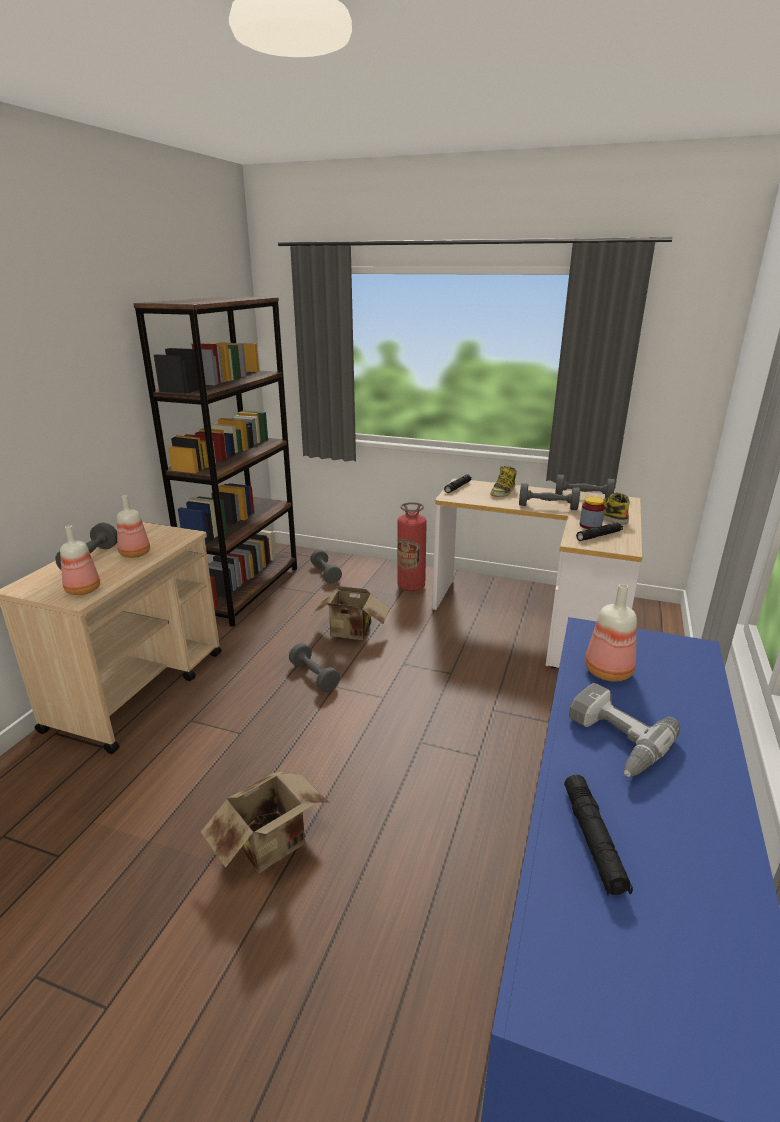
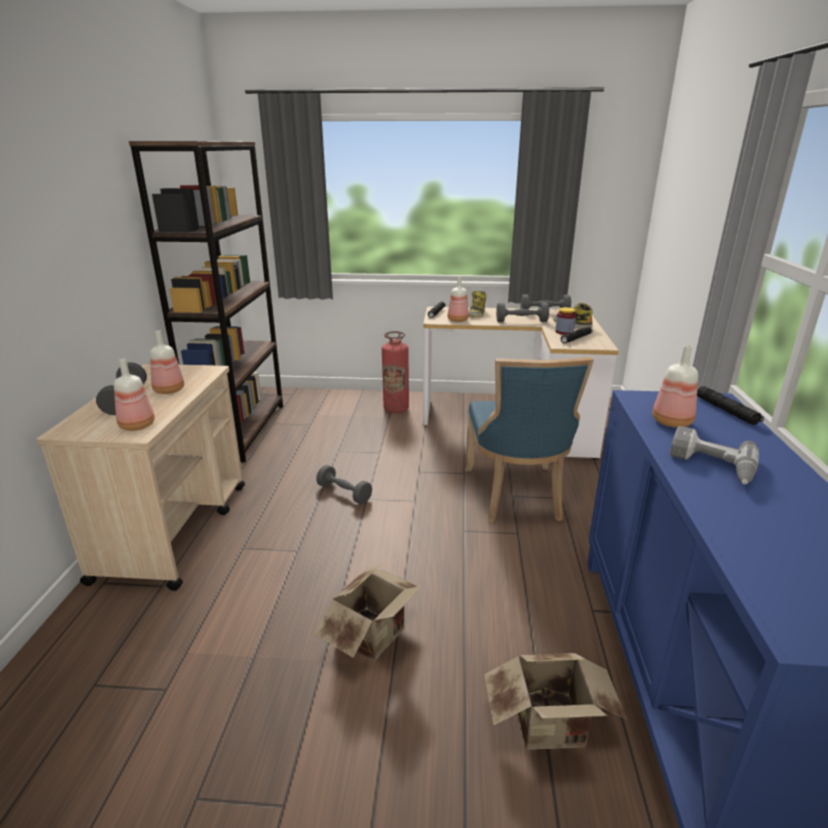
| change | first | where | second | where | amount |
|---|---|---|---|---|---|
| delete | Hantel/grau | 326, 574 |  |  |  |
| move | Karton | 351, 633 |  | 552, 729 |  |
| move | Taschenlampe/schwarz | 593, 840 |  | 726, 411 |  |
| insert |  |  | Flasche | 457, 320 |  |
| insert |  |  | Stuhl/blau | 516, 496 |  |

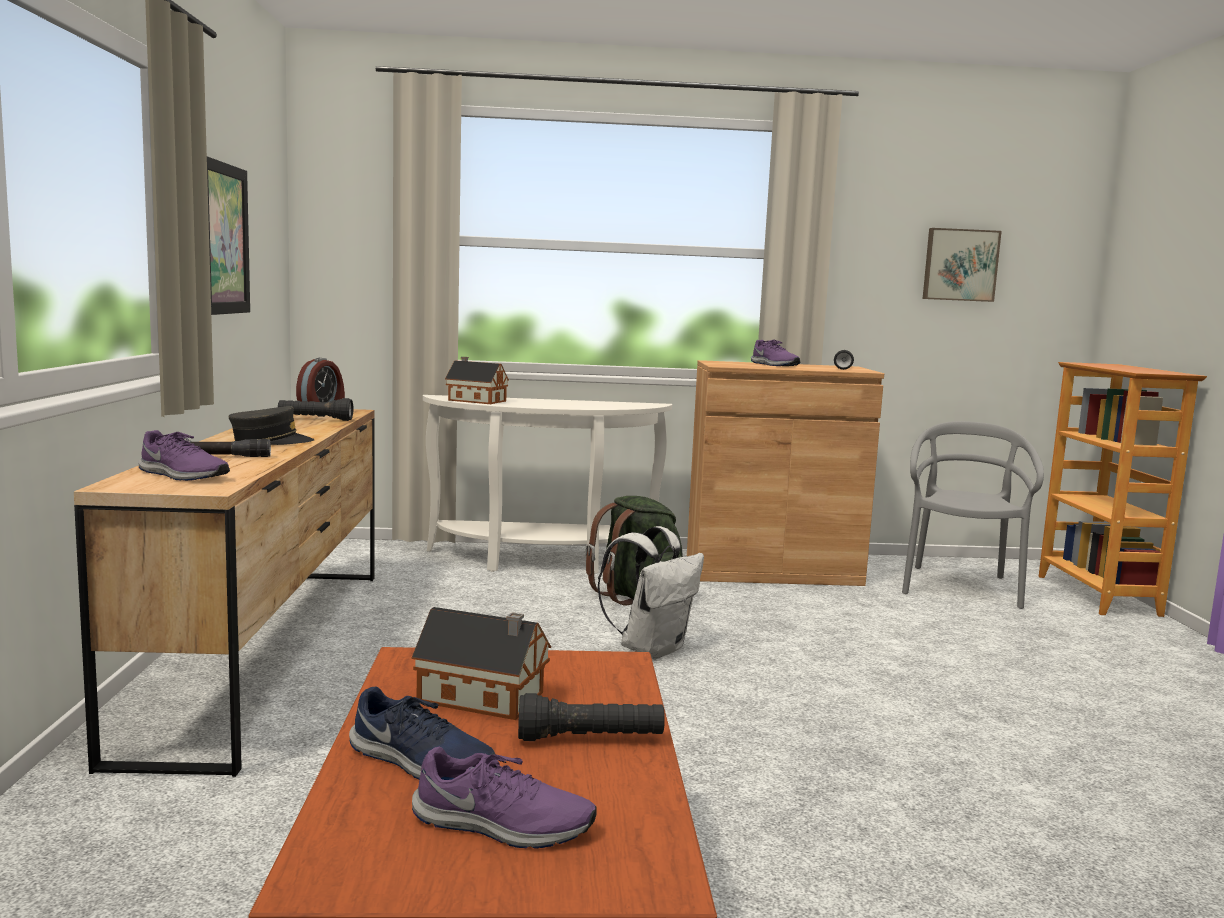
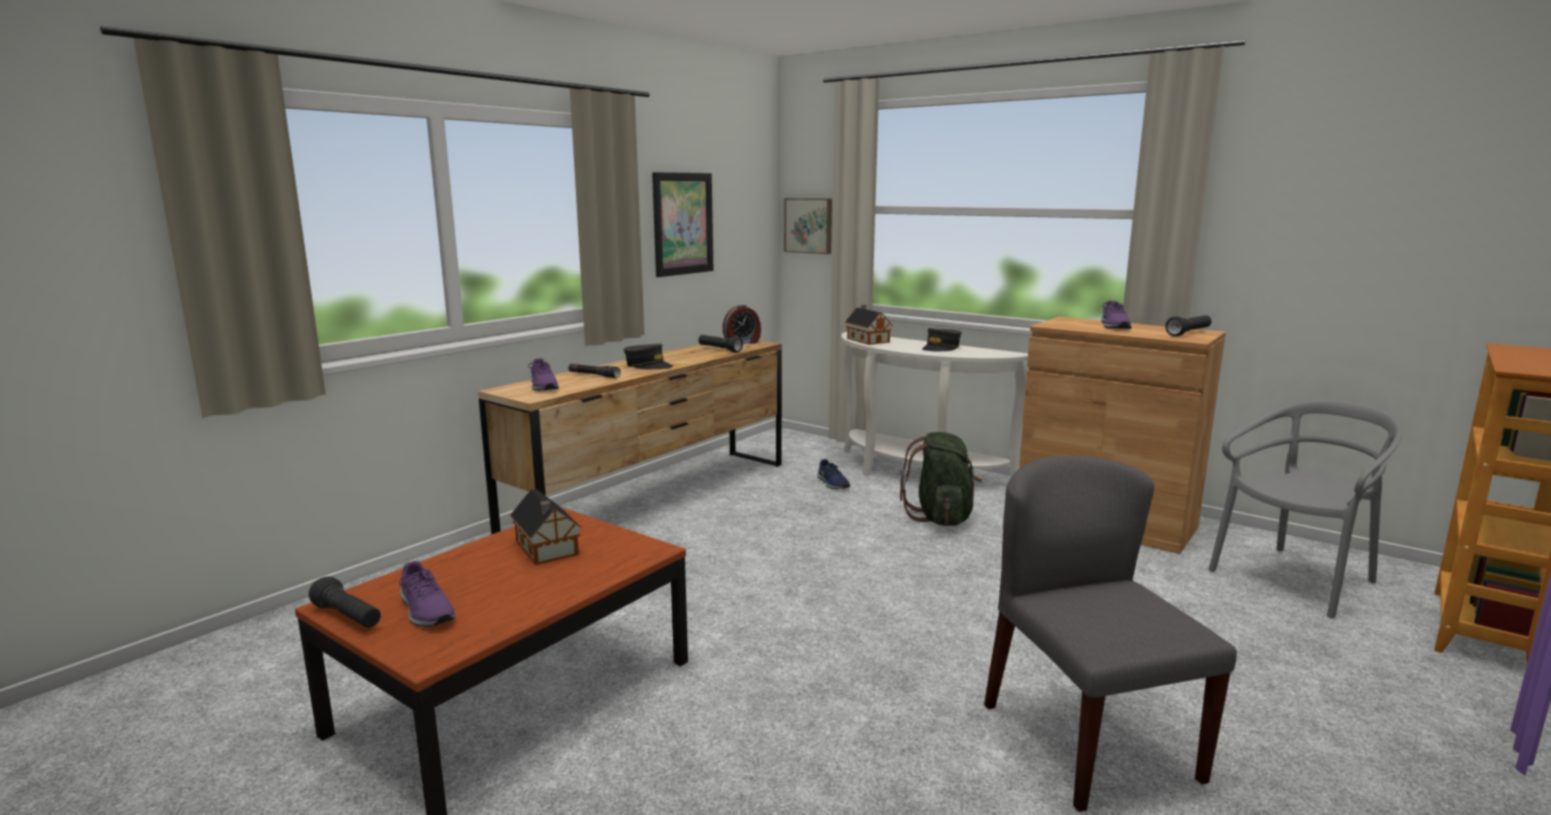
| change | first | where | second | where | amount |
|---|---|---|---|---|---|
| move | Bild | 960, 265 |  | 809, 225 |  |
| delete | Rucksack/weiß | 651, 649 |  |  |  |
| move | Schuh/blau | 419, 762 |  | 832, 483 |  |
| move | Taschenlampe/schwarz | 590, 739 |  | 348, 617 |  |
| insert |  |  | Kappe/grau | 941, 348 |  |
| insert |  |  | Stuhl/grau | 1087, 740 |  |

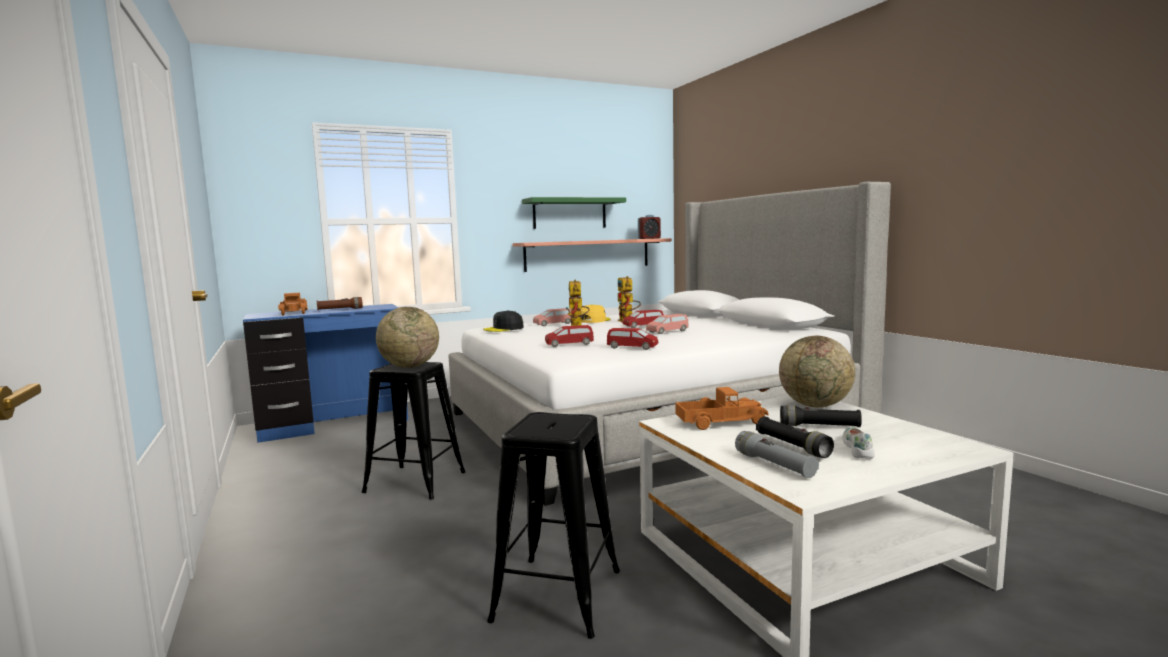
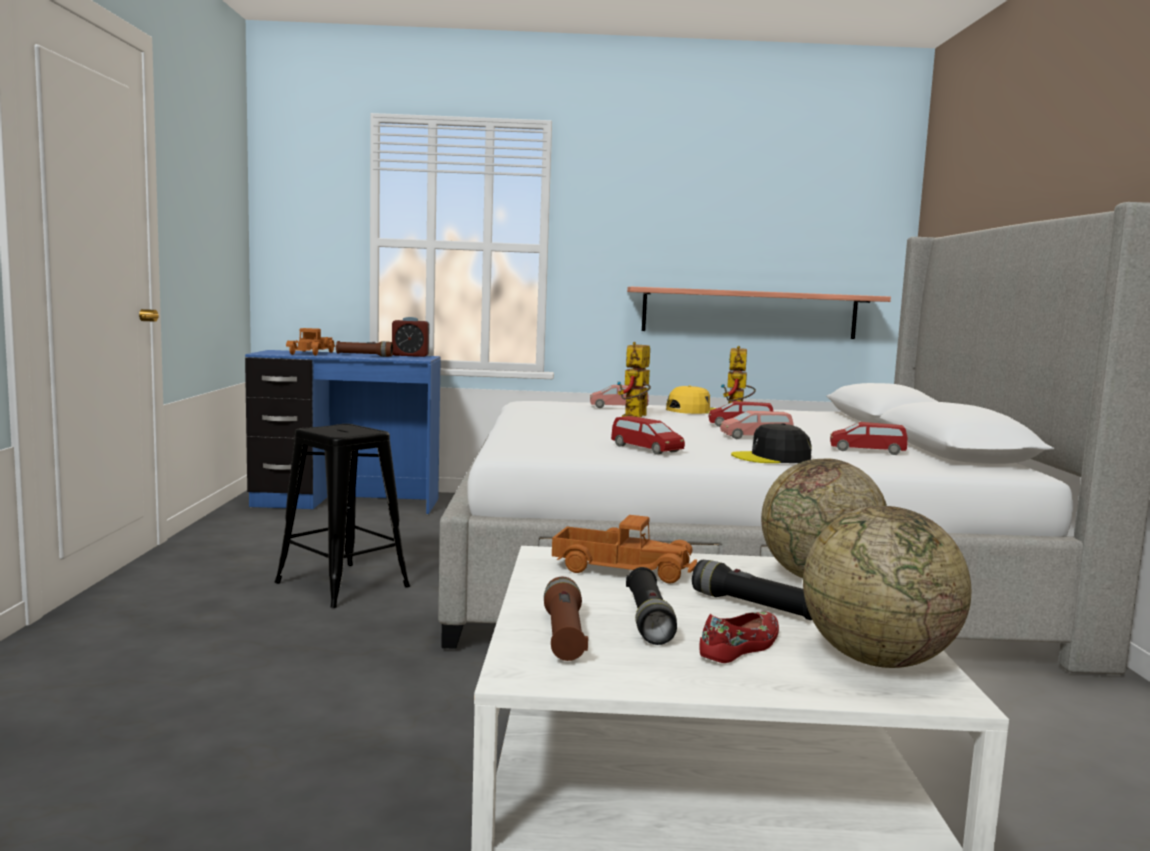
| change | first | where | second | where | amount |
|---|---|---|---|---|---|
| delete | Wandregal/grün | 569, 213 |  |  |  |
| move | Wecker | 649, 238 |  | 410, 355 |  |
| move | Globus | 409, 366 |  | 877, 660 |  |
| move | Kappe/schwarz | 504, 328 |  | 772, 458 |  |
| move | Spielzeugauto/rot | 569, 344 |  | 867, 451 |  |
| delete | Hocker/schwarz | 557, 595 |  |  |  |
| recolor | Schuh/weiß | 859, 448 | Schuh/rot | 742, 647 |  |
| recolor | Taschenlampe/grau | 774, 465 | Taschenlampe/braun | 564, 635 |  |

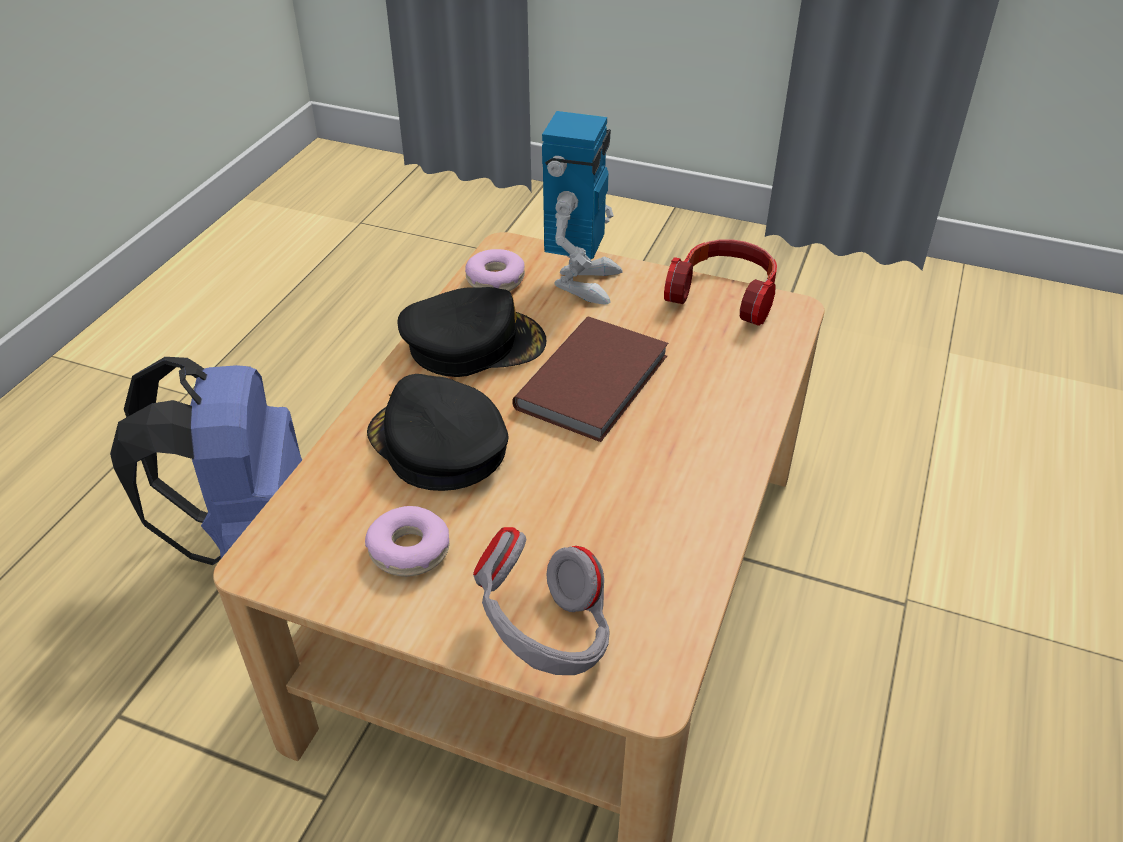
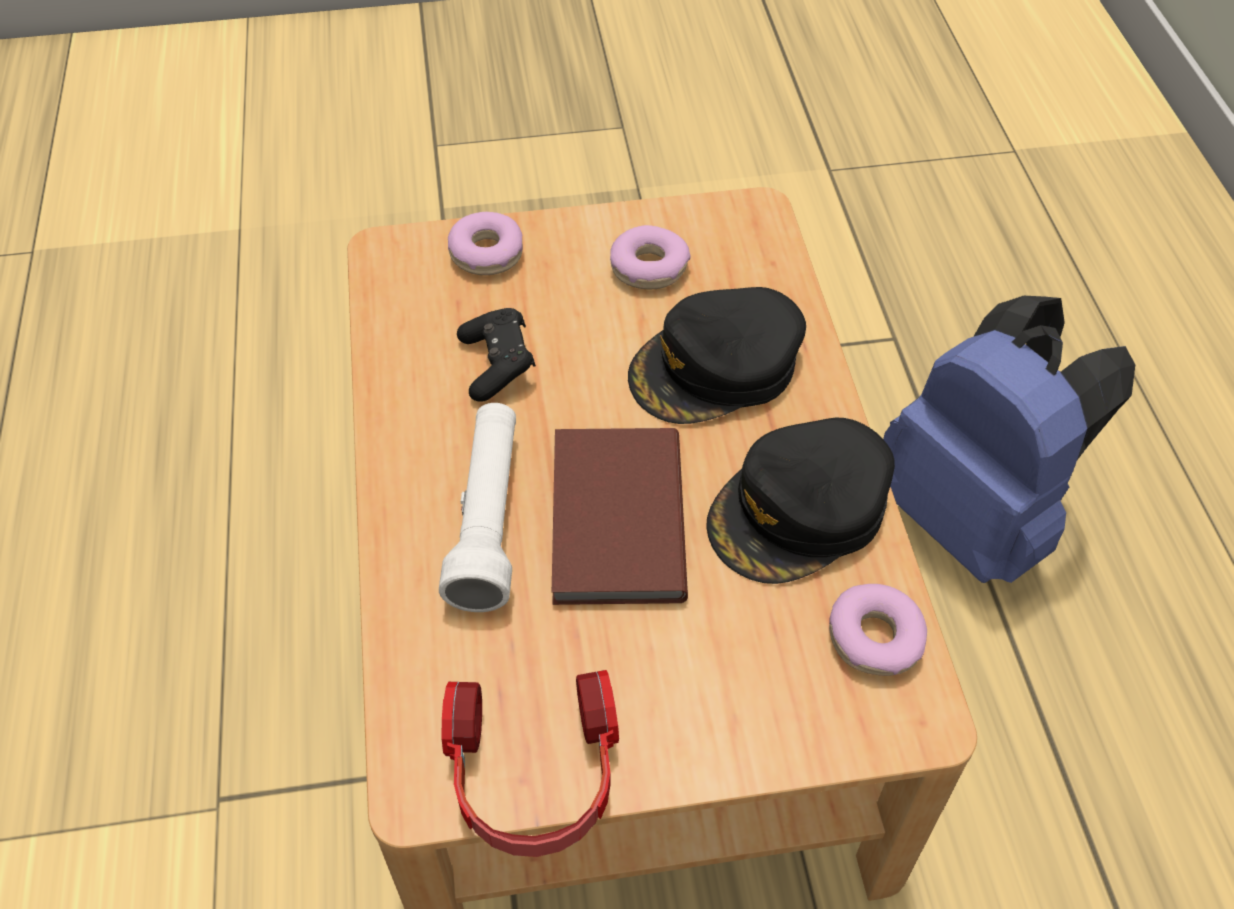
| change | first | where | second | where | amount |
|---|---|---|---|---|---|
| delete | Spielzeugroboter | 582, 281 |  |  |  |
| rotate | Kappe/schwarz | 437, 444 |  | 716, 367 | 135 degrees clockwise |
| replace | Kopfhörer/grau | 545, 637 | Donut | 487, 253 |  |
| insert |  |  | Gamepad/schwarz | 497, 365 |  |
| insert |  |  | Taschenlampe/weiß | 488, 519 |  |

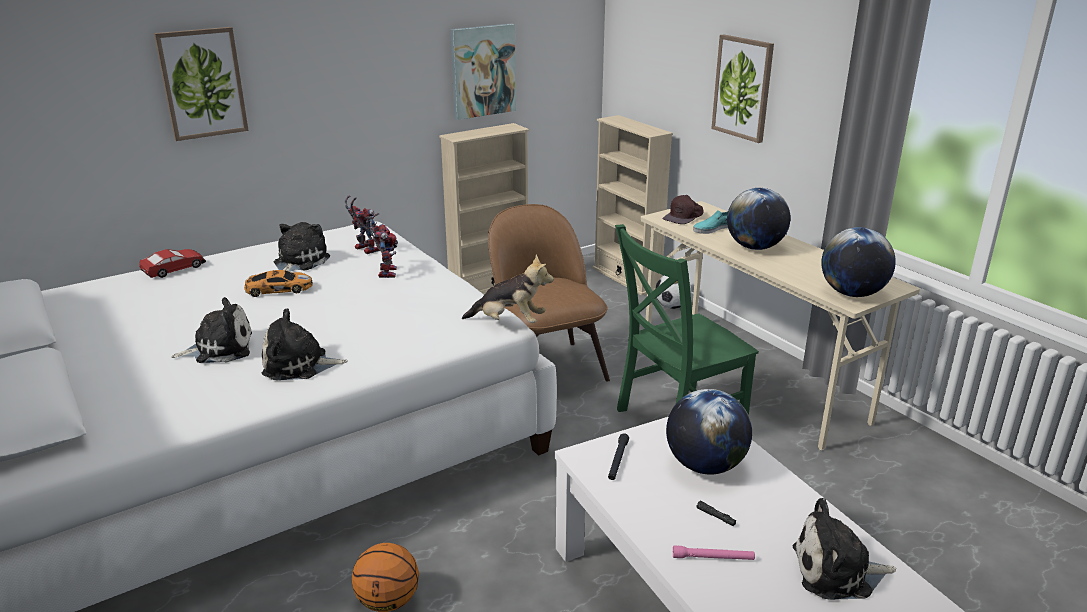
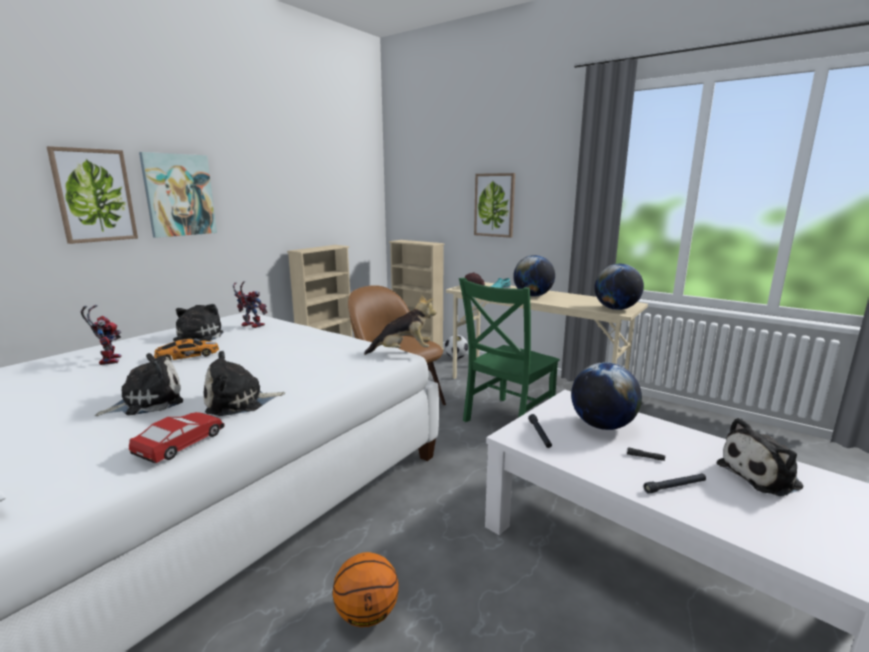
| change | first | where | second | where | amount |
|---|---|---|---|---|---|
| move | Bild | 483, 71 |  | 179, 195 |  |
| move | Spielzeugroboter | 385, 271 |  | 108, 360 |  |
| move | Spielzeugauto | 174, 269 |  | 181, 443 |  |
| recolor | Taschenlampe/rosa | 713, 558 | Taschenlampe/schwarz | 675, 487 |  |

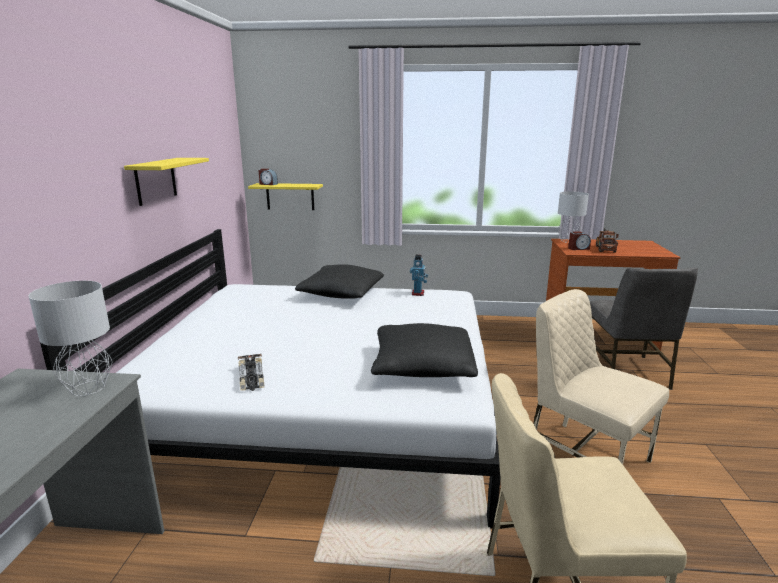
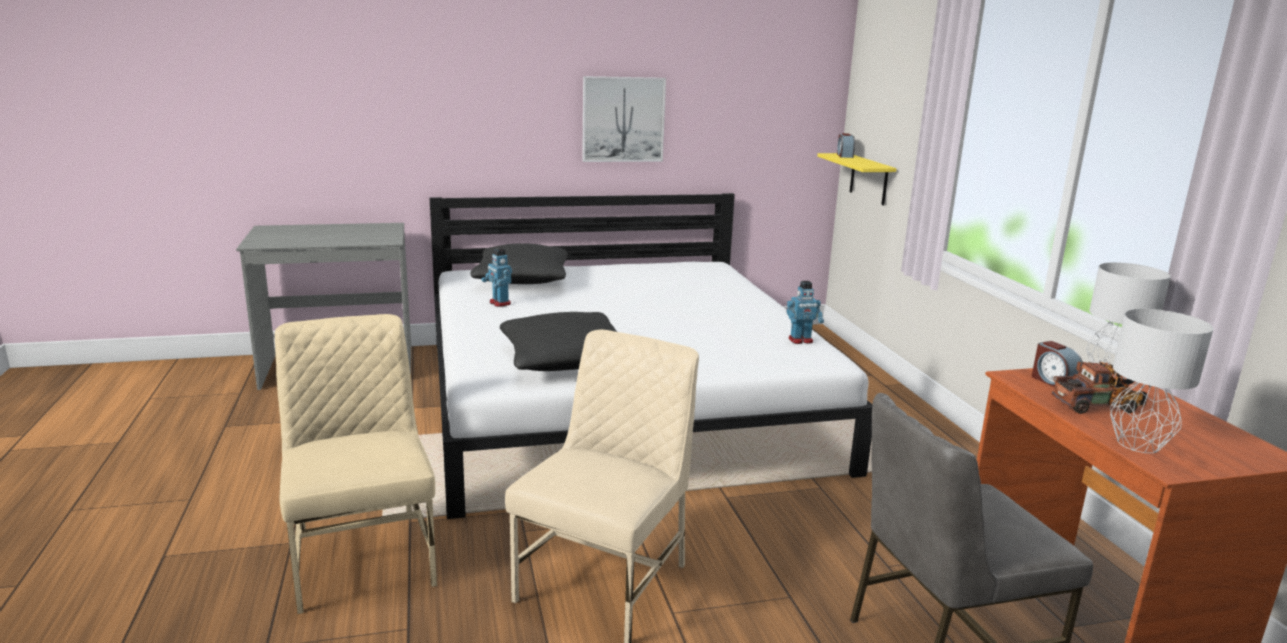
| change | first | where | second | where | amount |
|---|---|---|---|---|---|
| replace | Wandregal/gelb | 156, 181 | Bild | 623, 119 |  |
| move | Kissen/schwarz | 341, 293 |  | 522, 280 |  |
| move | Tischlampe/grau | 88, 387 |  | 1139, 444 |  |
| replace | Spielzeugauto | 251, 378 | Spielzeugroboter | 499, 303 |  |

